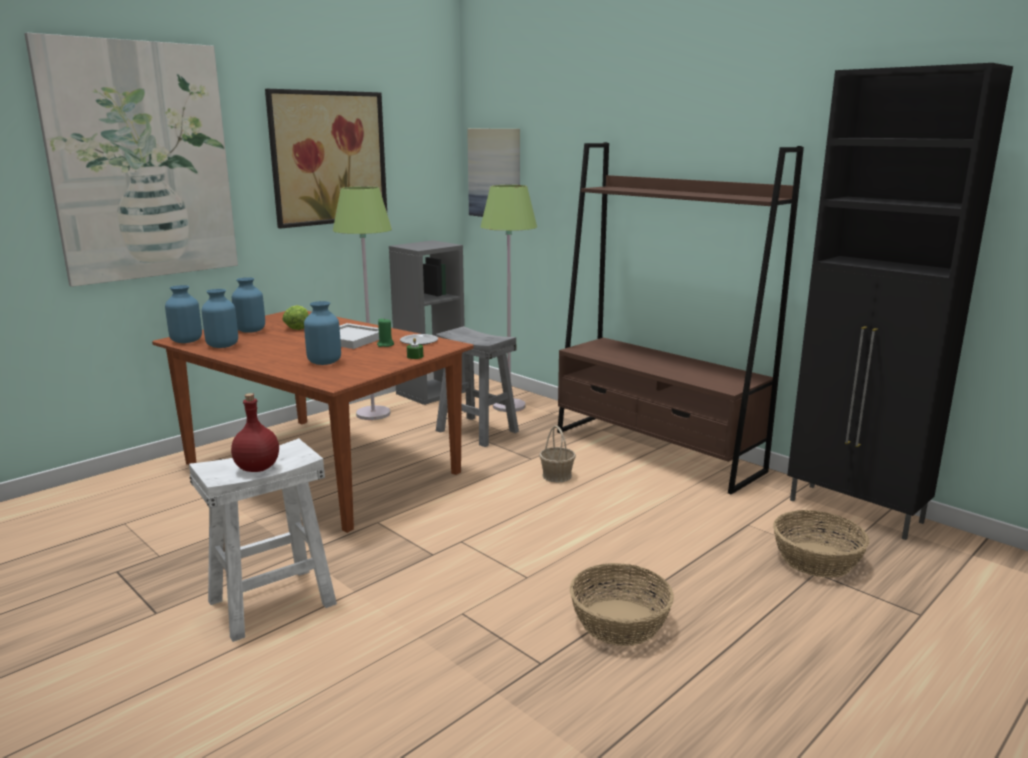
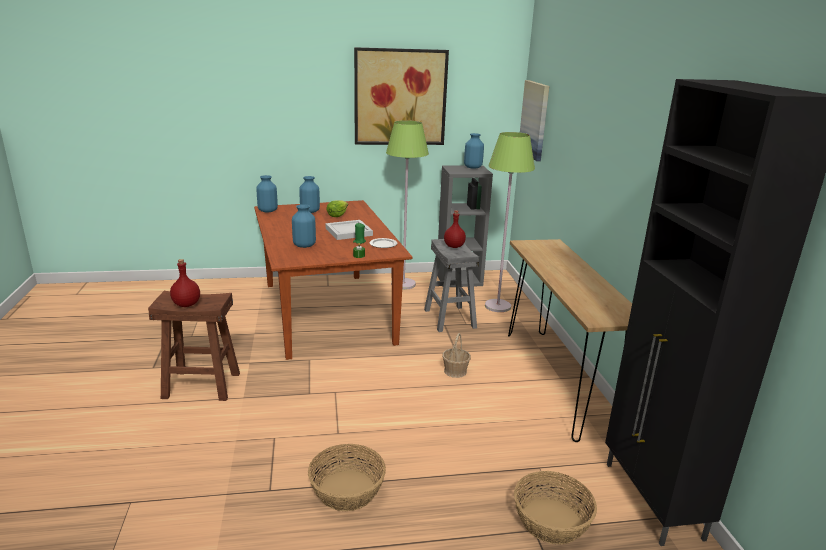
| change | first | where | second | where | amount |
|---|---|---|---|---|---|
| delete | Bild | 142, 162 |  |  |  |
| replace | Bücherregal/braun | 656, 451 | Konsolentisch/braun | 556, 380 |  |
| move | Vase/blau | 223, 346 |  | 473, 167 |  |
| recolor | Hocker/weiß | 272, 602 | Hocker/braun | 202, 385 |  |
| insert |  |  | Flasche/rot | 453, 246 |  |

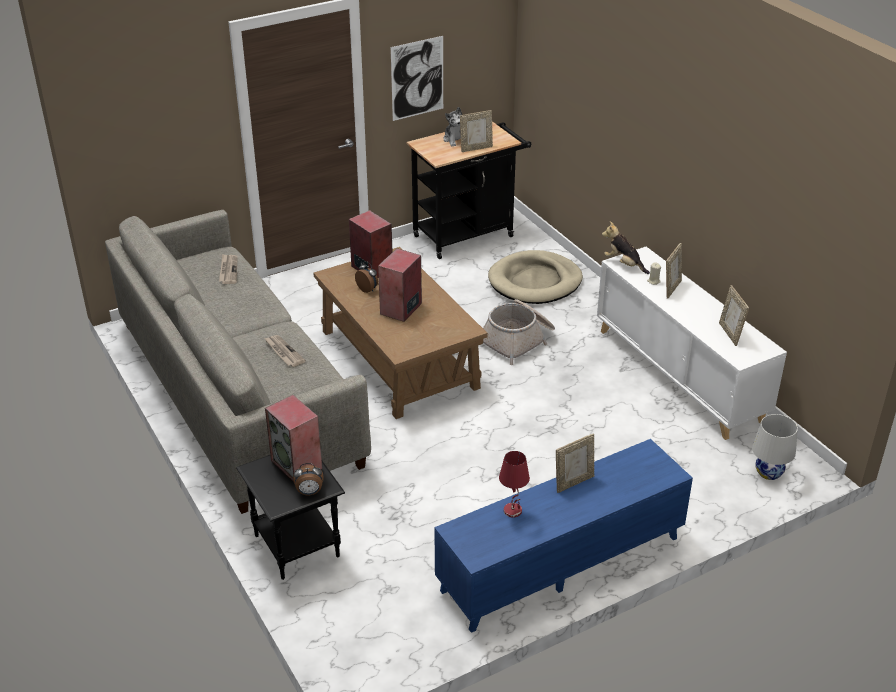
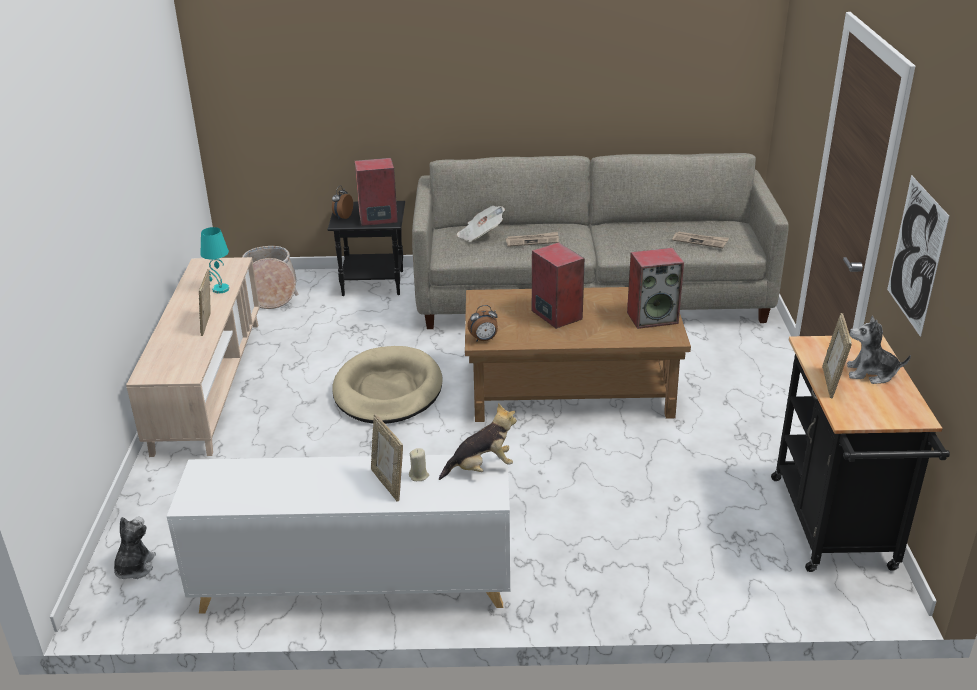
| change | first | where | second | where | amount |
|---|---|---|---|---|---|
| move | Hundebett/beige | 535, 281 |  | 388, 390 |  |
| move | Wecker | 368, 289 |  | 484, 340 |  |
| delete | Bilderrahmen | 730, 334 |  |  |  |
| move | Korb | 518, 340 |  | 270, 291 |  |
| replace | Tischlampe/weiß | 769, 472 | Plüschtier | 134, 567 |  |
| recolor | Fernsehschrank/blau | 561, 564 | Fernsehschrank/beige | 208, 385 |  |
| recolor | Tischlampe/rot | 513, 511 | Tischlampe/türkis | 220, 289 |  |
| insert |  |  | Zeitung | 480, 235 |  |

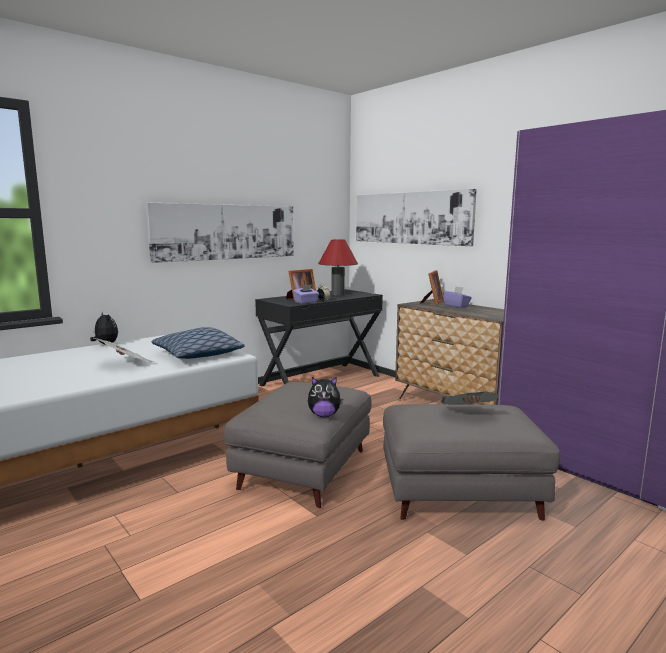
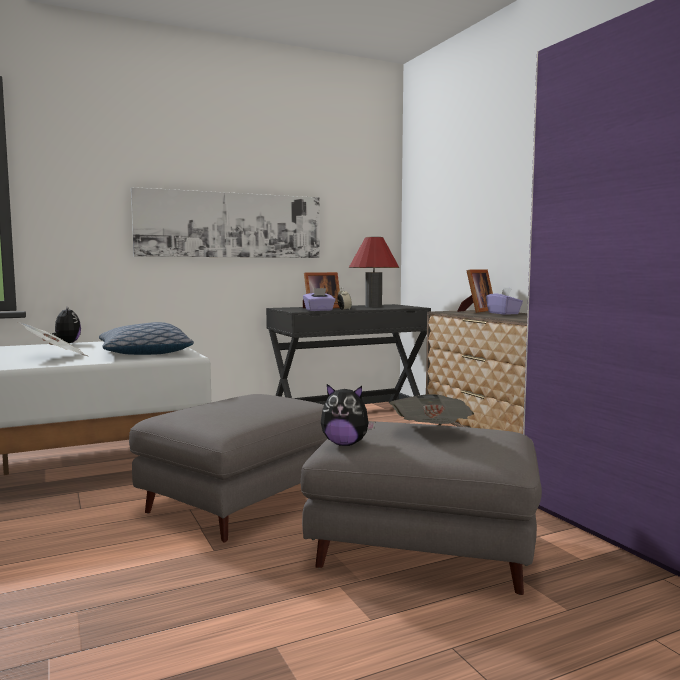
| change | first | where | second | where | amount |
|---|---|---|---|---|---|
| delete | Bild | 410, 218 |  |  |  |
| move | Plüschtier | 324, 415 |  | 345, 444 |  |

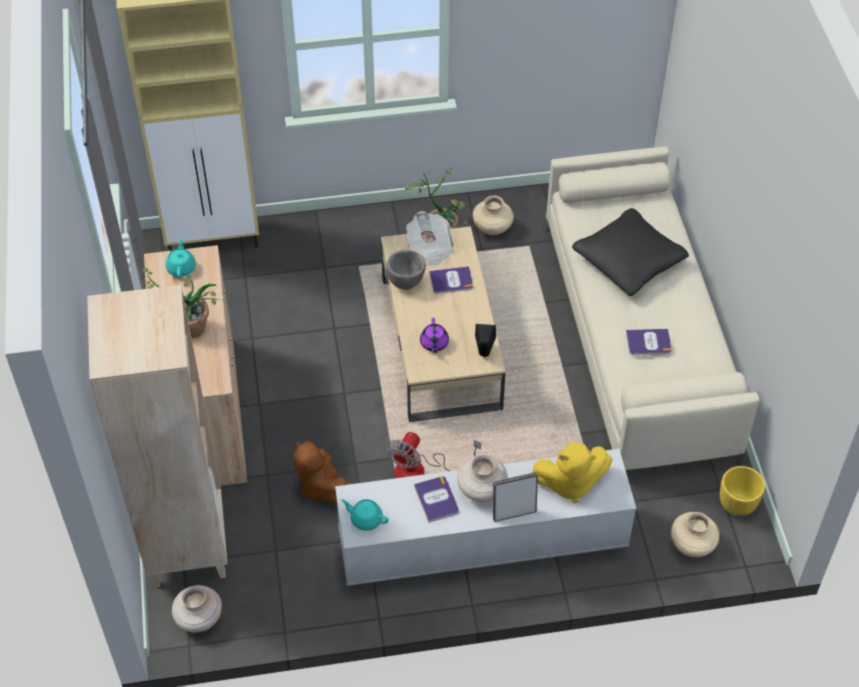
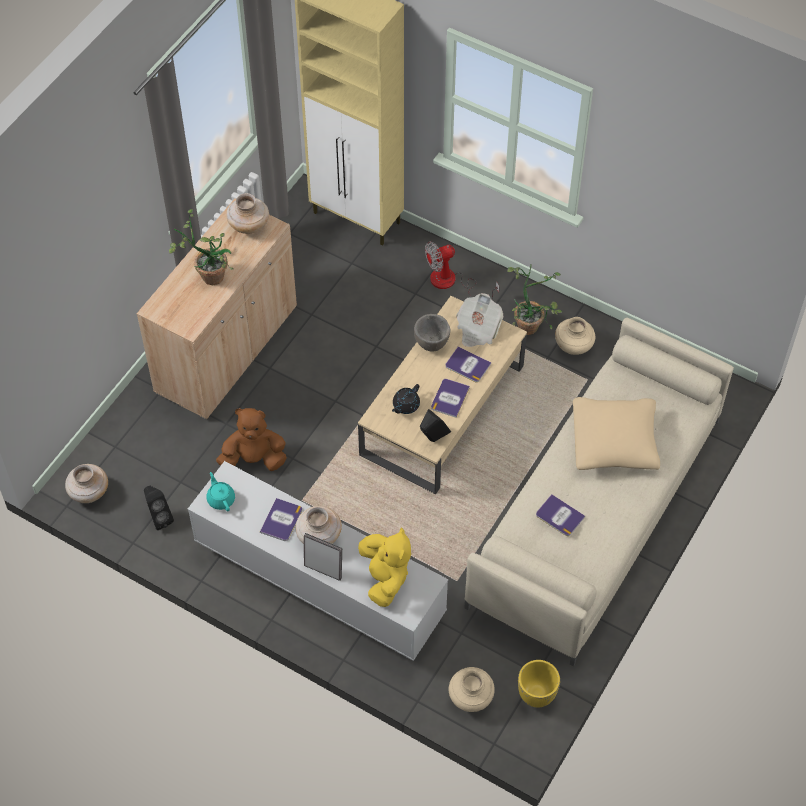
| change | first | where | second | where | amount |
|---|---|---|---|---|---|
| recolor | Kissen/schwarz | 629, 261 | Kissen/beige | 614, 442 |  |
| replace | Teekanne/türkis | 181, 268 | Vase/beige | 249, 226 |  |
| delete | Bücherregal/beige | 186, 545 |  |  |  |
| recolor | Teekanne/lila | 434, 343 | Teekanne/schwarz | 405, 405 |  |
| move | Ventilator | 421, 470 |  | 451, 282 |  |
| rotate | Plüschtier/braun | 322, 486 |  | 254, 459 | 75 degrees clockwise |
| rotate | Plüschtier/gelb | 569, 483 |  | 385, 578 | 135 degrees counterclockwise |
| insert |  |  | Buch | 450, 398 |  |
| insert |  |  | Lautsprecher/schwarz | 159, 517 |  |

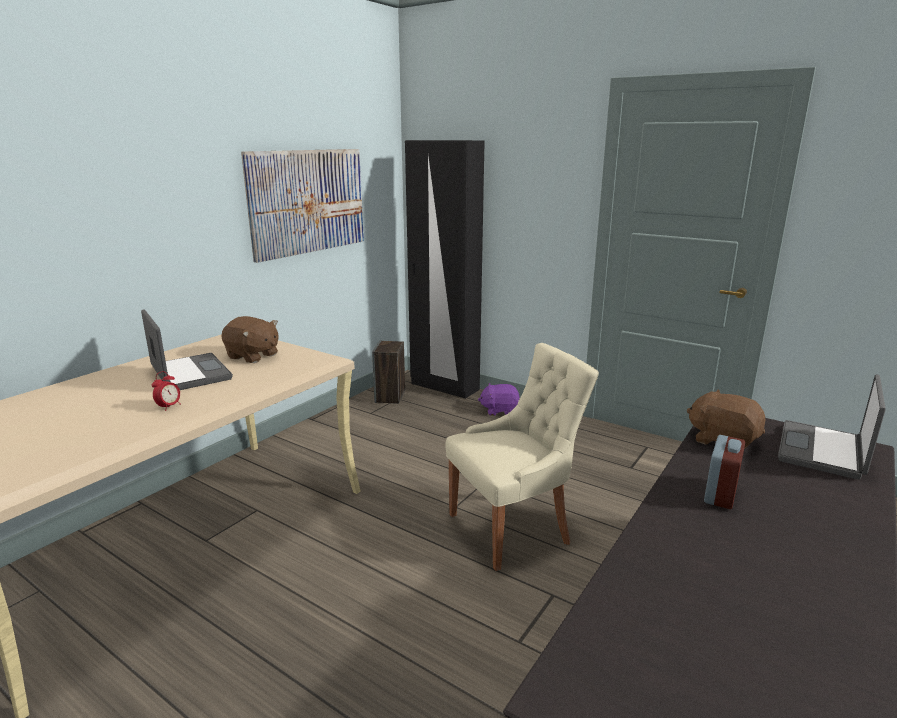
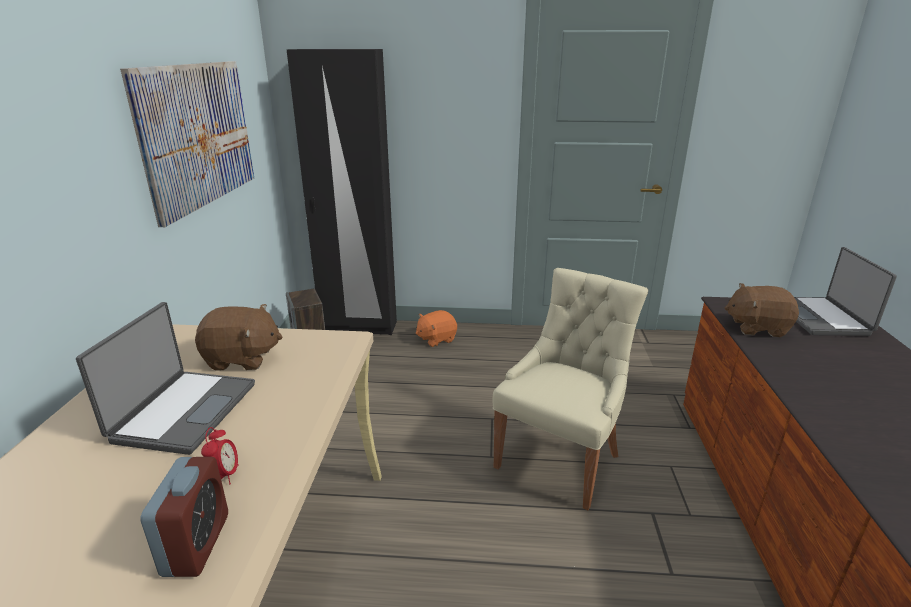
| change | first | where | second | where | amount |
|---|---|---|---|---|---|
| rotate | Laptop | 189, 374 |  | 183, 411 | 75 degrees clockwise |
| recolor | Plüschtier/lila | 499, 410 | Plüschtier/orange | 436, 339 |  |
| move | Wecker | 720, 494 |  | 196, 544 |  |

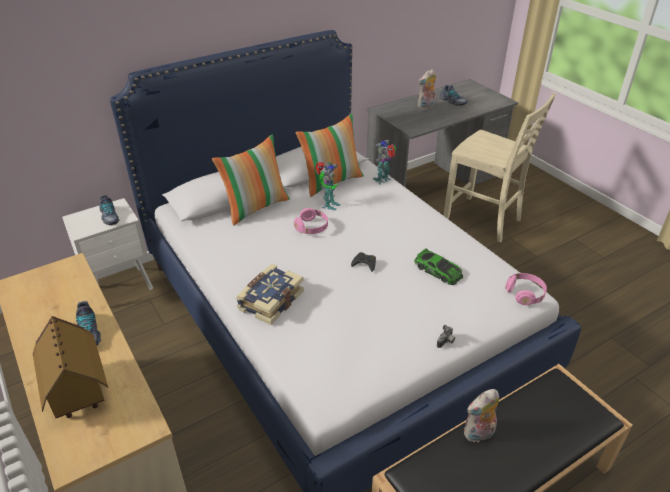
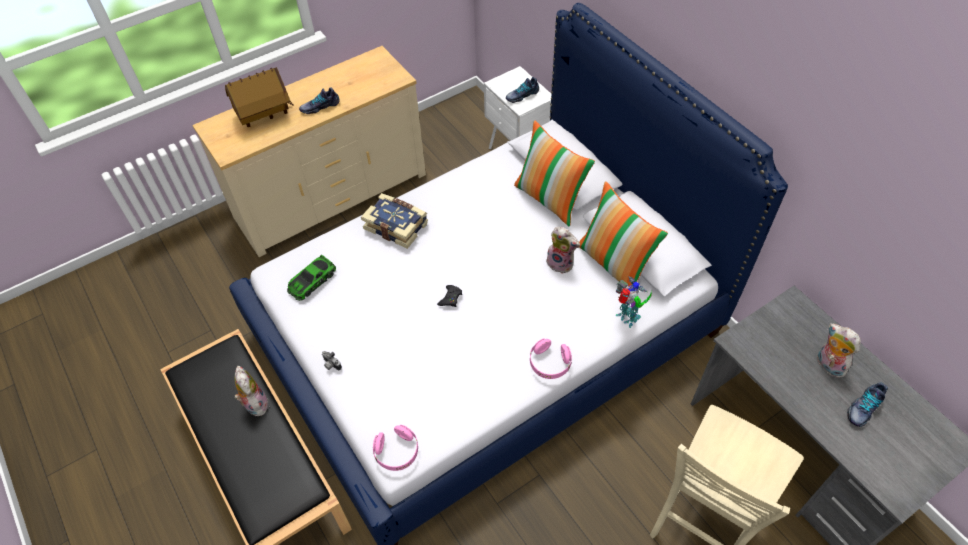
| change | first | where | second | where | amount |
|---|---|---|---|---|---|
| replace | Spielzeugroboter | 328, 205 | Plüschtier | 561, 263 |  |
| move | Kopfhörer/rosa | 312, 228 |  | 549, 364 |  |
| move | Spielzeugauto | 438, 271 |  | 312, 281 |  |

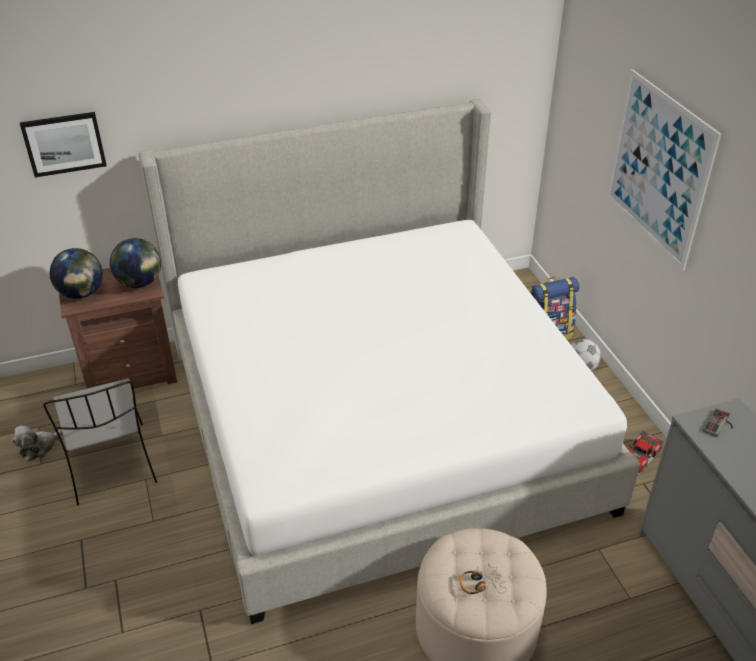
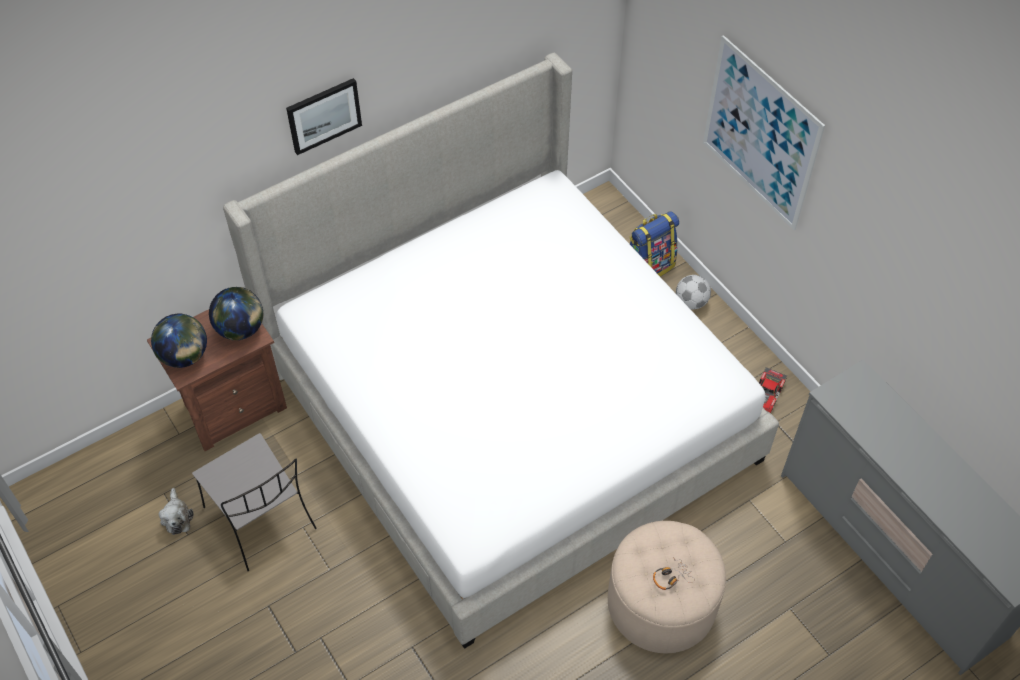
| change | first | where | second | where | amount |
|---|---|---|---|---|---|
| move | Bild | 64, 143 |  | 323, 115 |  |
| delete | Gamepad | 720, 425 |  |  |  |
| rotate | Plüschtier | 39, 447 |  | 177, 517 | 45 degrees counterclockwise |

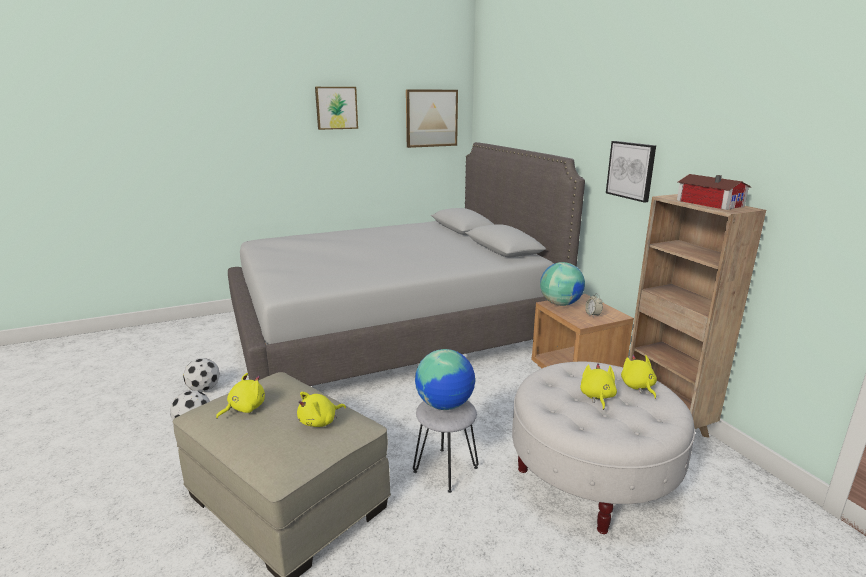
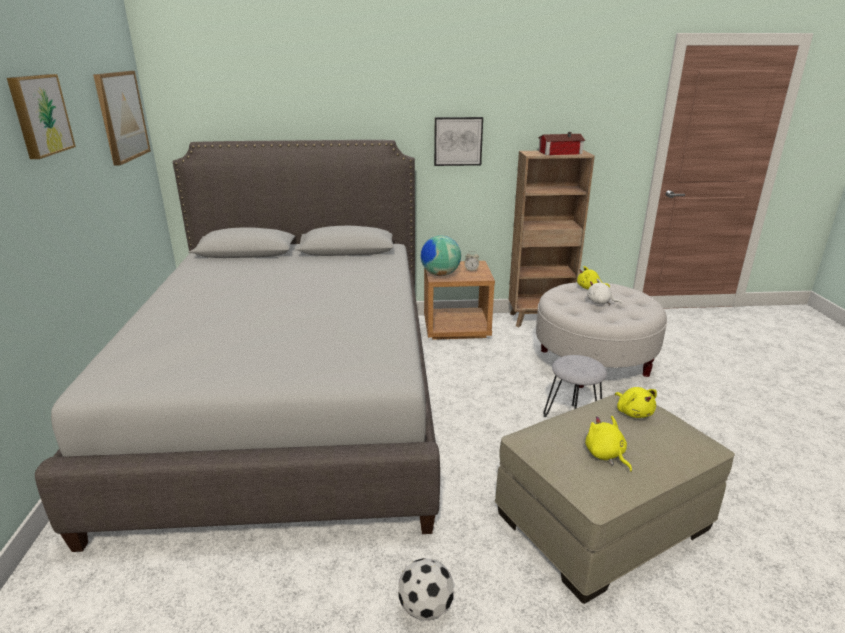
| change | first | where | second | where | amount |
|---|---|---|---|---|---|
| delete | Globus | 445, 405 |  |  |  |
| delete | Fußball | 203, 389 |  |  |  |
| recolor | Plüschtier/gelb | 597, 397 | Plüschtier/weiß | 600, 302 |  |

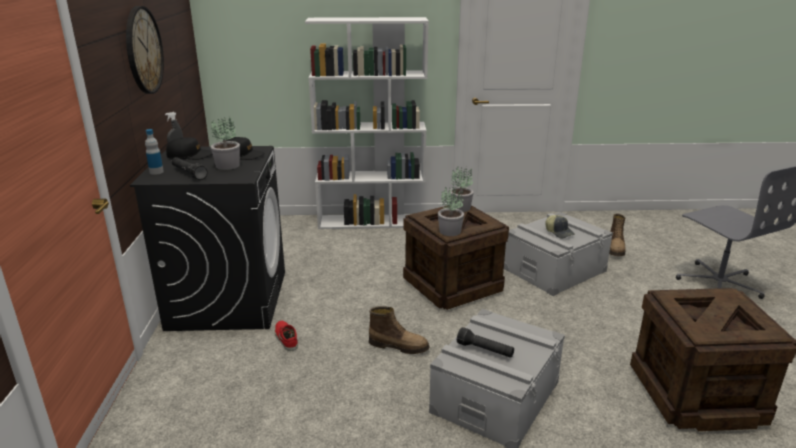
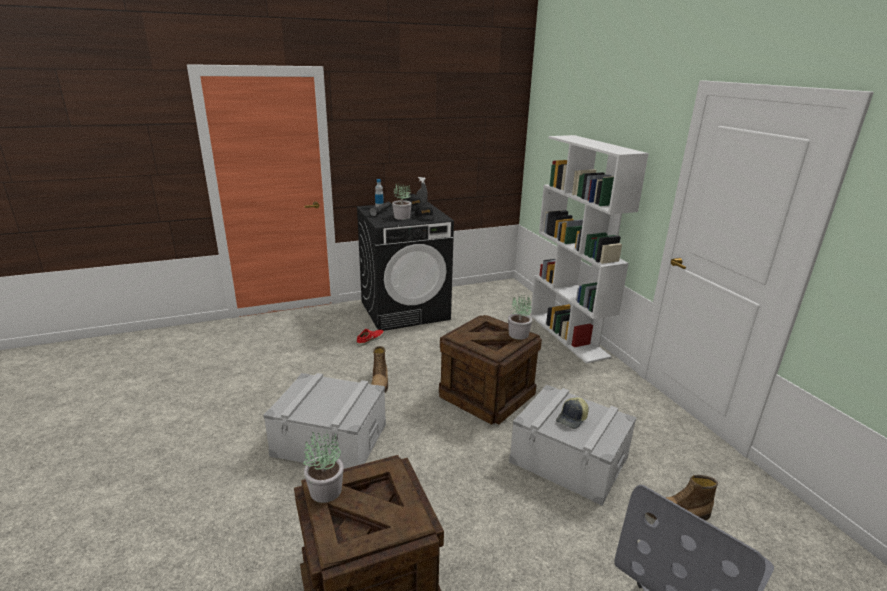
| change | first | where | second | where | amount |
|---|---|---|---|---|---|
| delete | Wanduhr | 143, 50 |  |  |  |
| move | Topfpflanze | 449, 231 |  | 326, 490 |  |
| delete | Taschenlampe/schwarz | 485, 350 |  |  |  |

